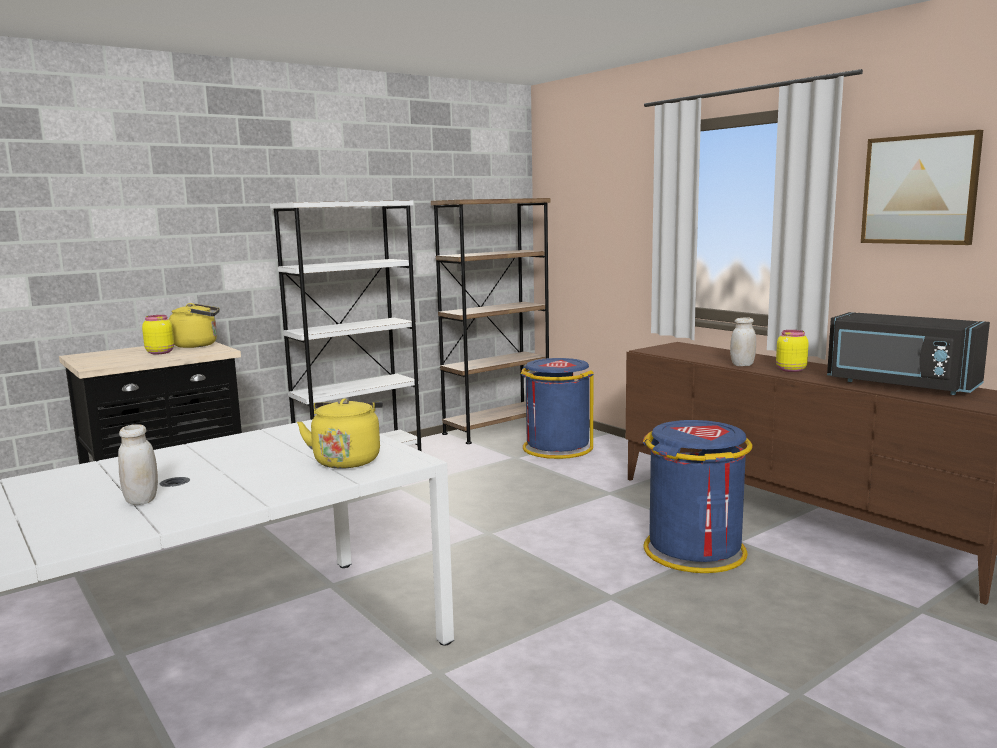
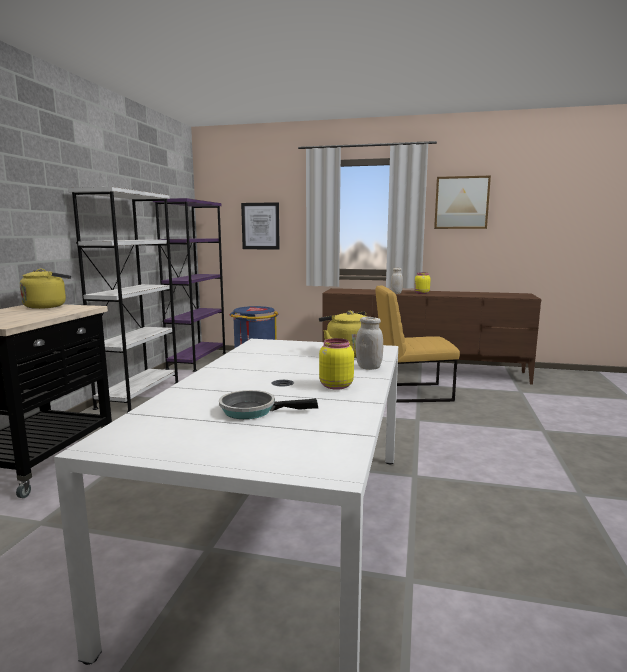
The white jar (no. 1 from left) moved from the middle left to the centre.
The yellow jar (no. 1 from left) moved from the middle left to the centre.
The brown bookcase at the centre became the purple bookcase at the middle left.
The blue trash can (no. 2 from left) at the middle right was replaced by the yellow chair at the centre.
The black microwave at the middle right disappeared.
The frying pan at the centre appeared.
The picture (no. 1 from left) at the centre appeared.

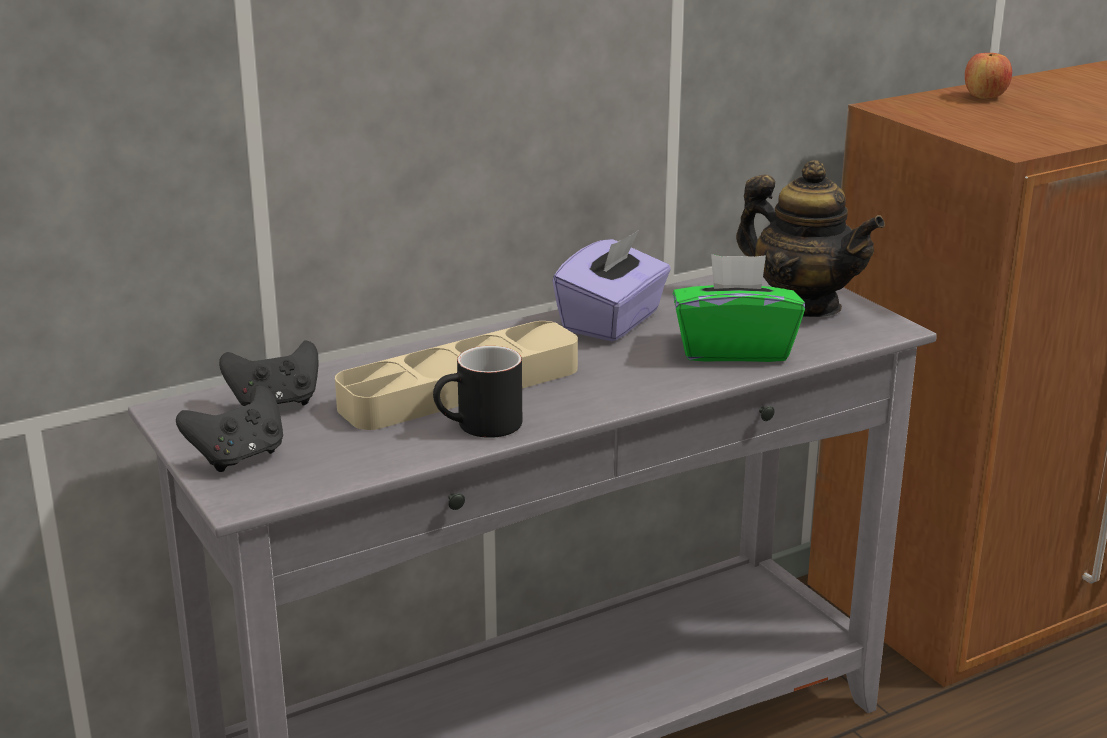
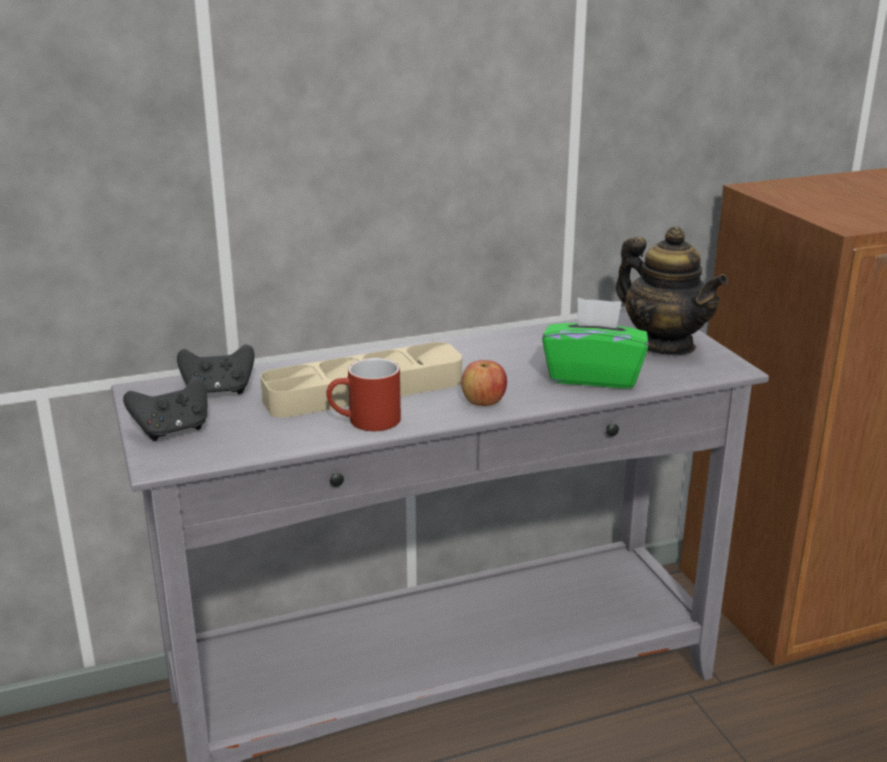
The black mug at the centre became the red mug at the centre.
The purple tissue box at the centre disappeared.
The apple moved from the top right to the centre.

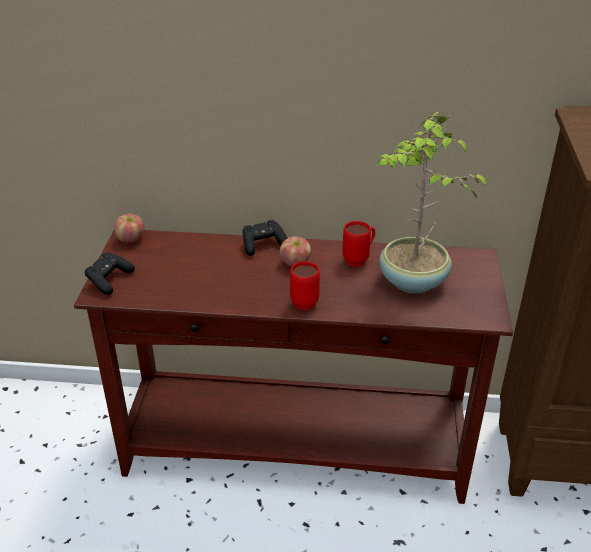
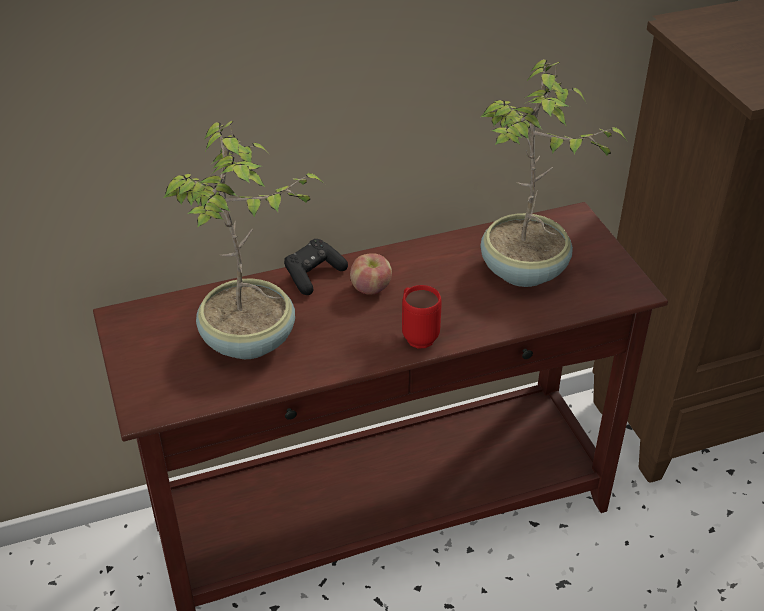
The black game controller (no. 1 from left) at the middle left disappeared.
The apple (no. 1 from left) at the middle left disappeared.
The red mug (no. 2 from left) at the centre disappeared.
The potted plant (no. 1 from left) at the middle left appeared.

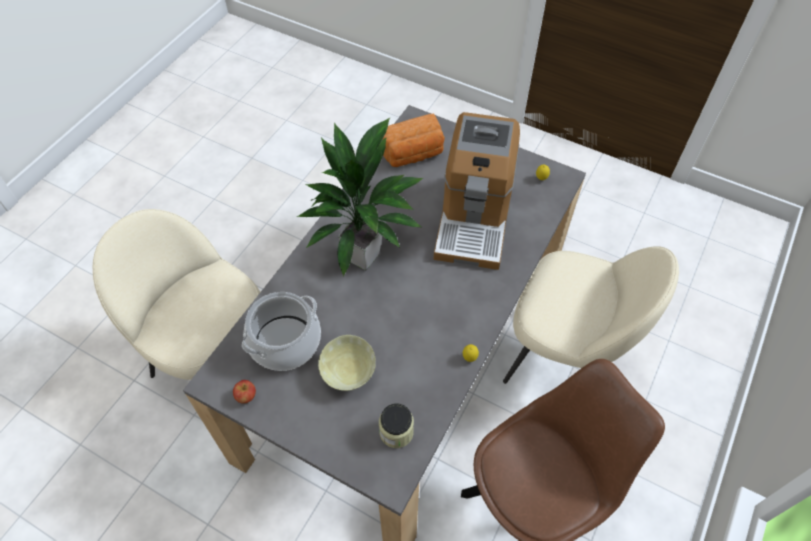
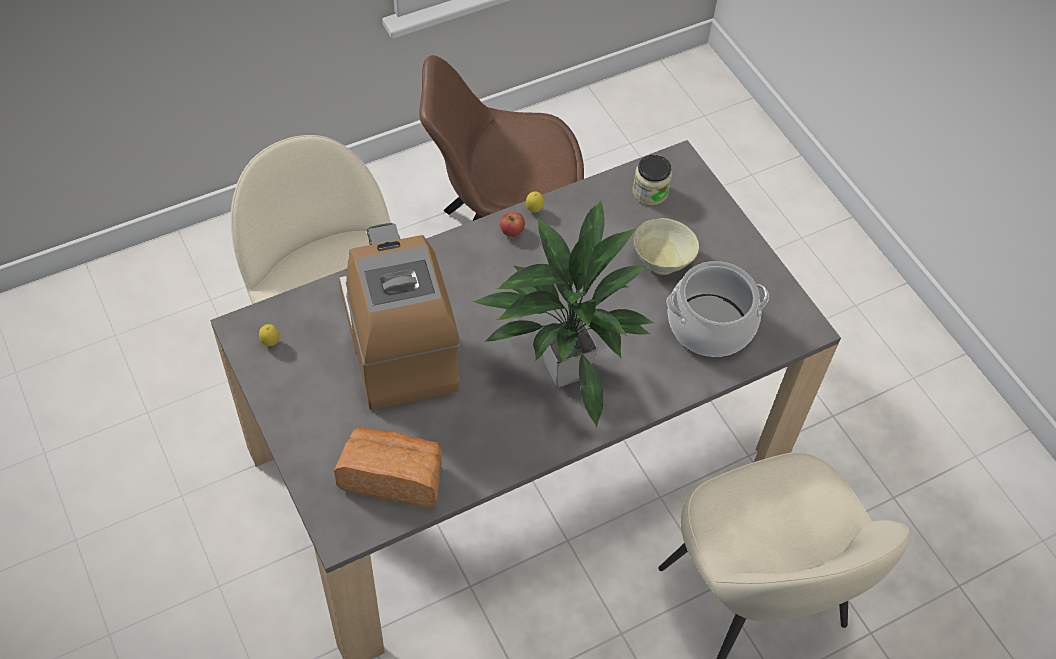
The apple moved from the bottom left to the centre.
The coffee machine at the centre turned 60 degrees counterclockwise.

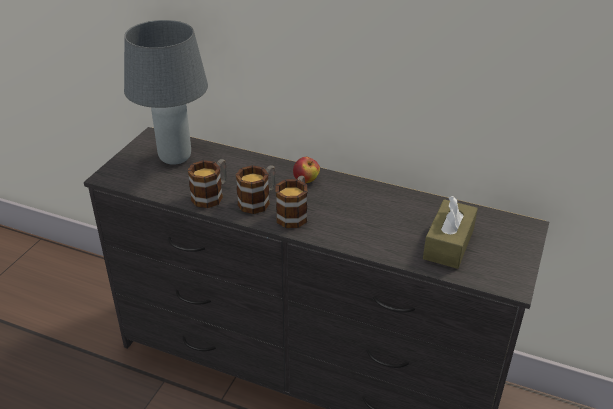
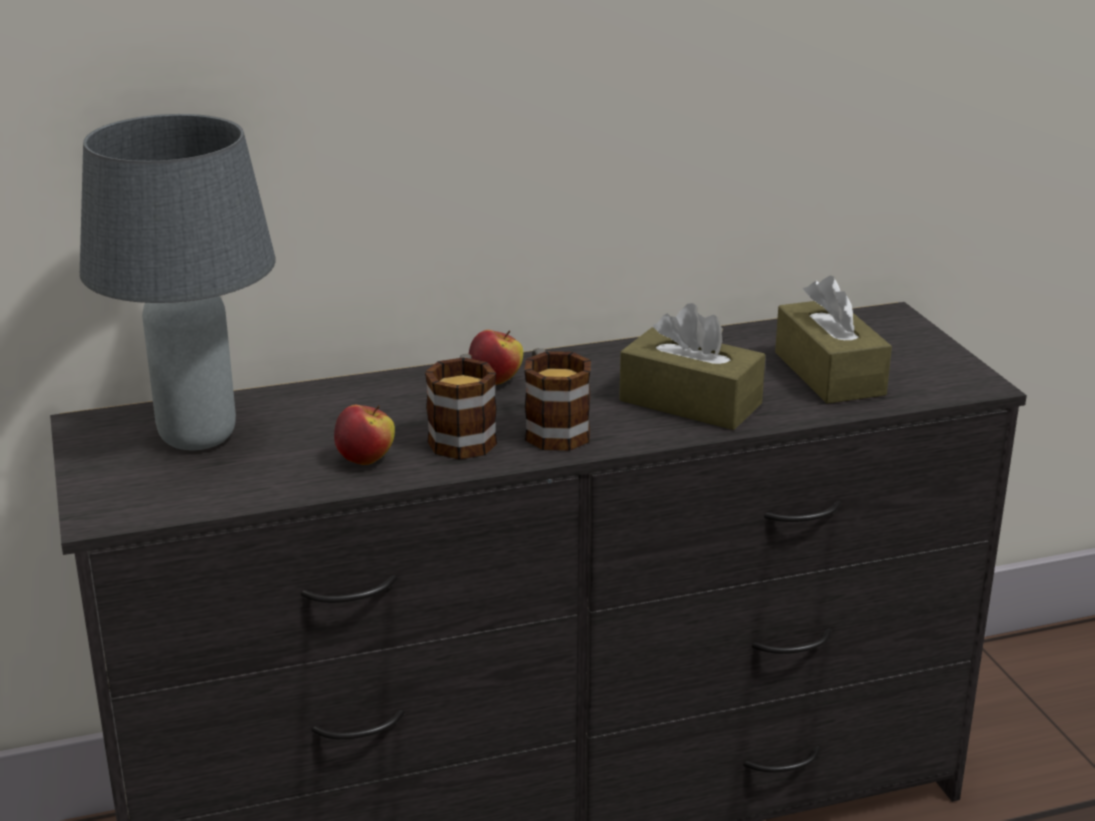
The mug (no. 1 from left) at the centre was replaced by the apple (no. 1 from left) at the middle left.
The brown tissue box (no. 1 from left) at the centre appeared.

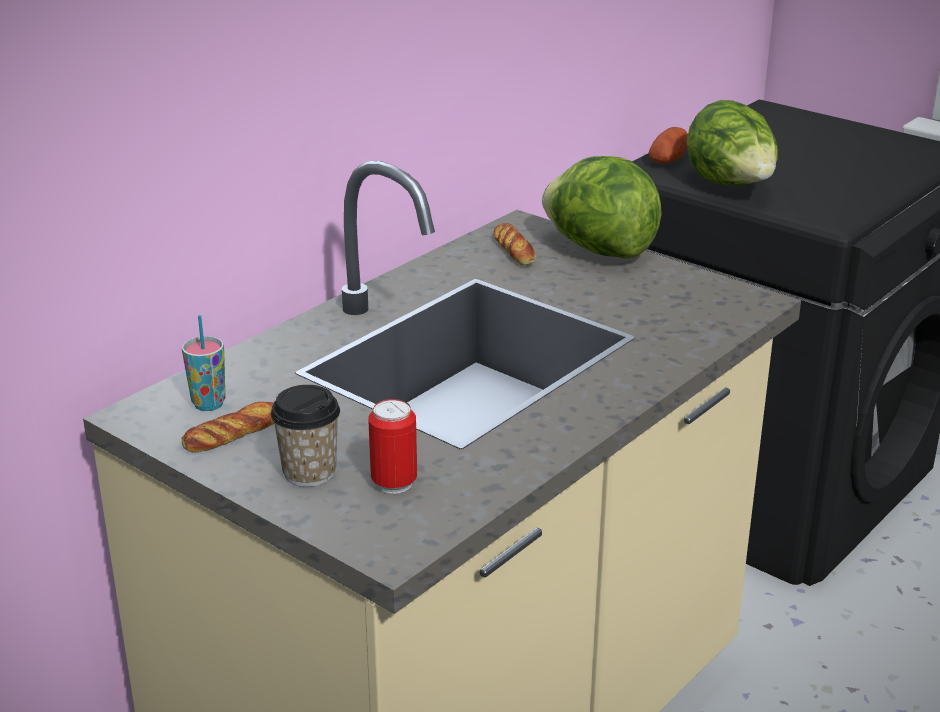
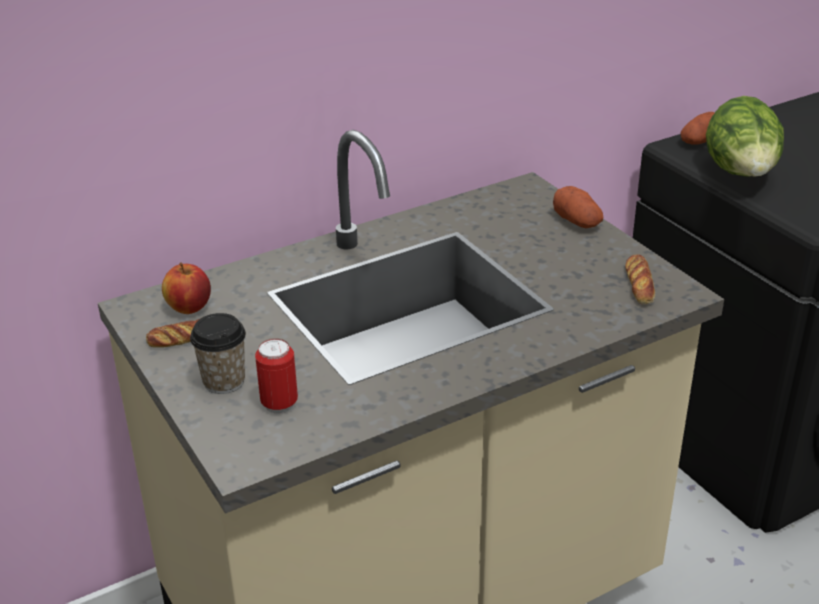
The cup (no. 1 from left) at the middle left was replaced by the apple at the middle left.
The bread (no. 2 from left) moved from the centre to the middle right.
The lettuce (no. 1 from left) at the top centre was replaced by the potato (no. 1 from left) at the middle right.

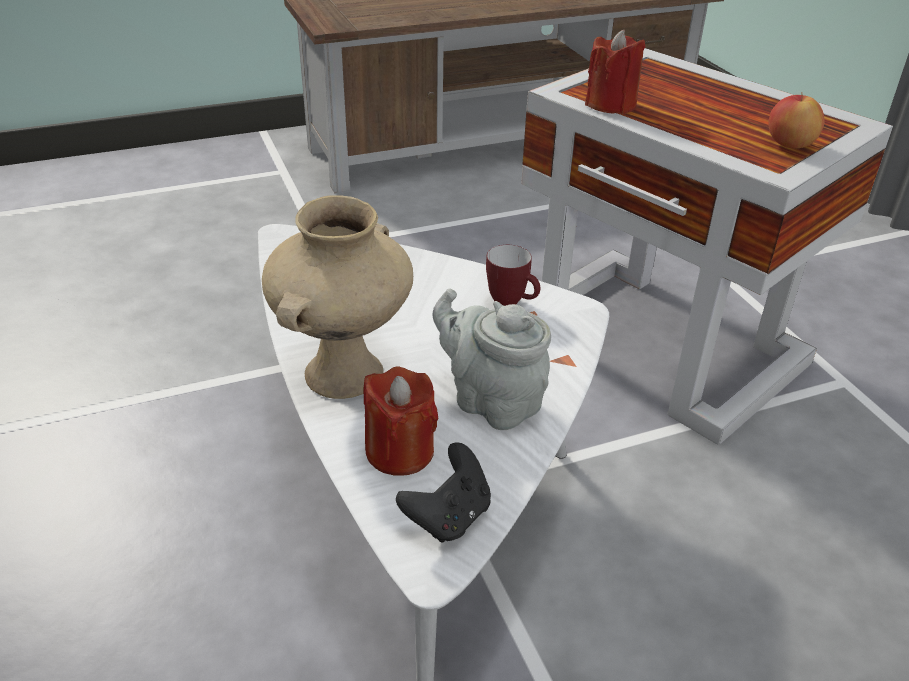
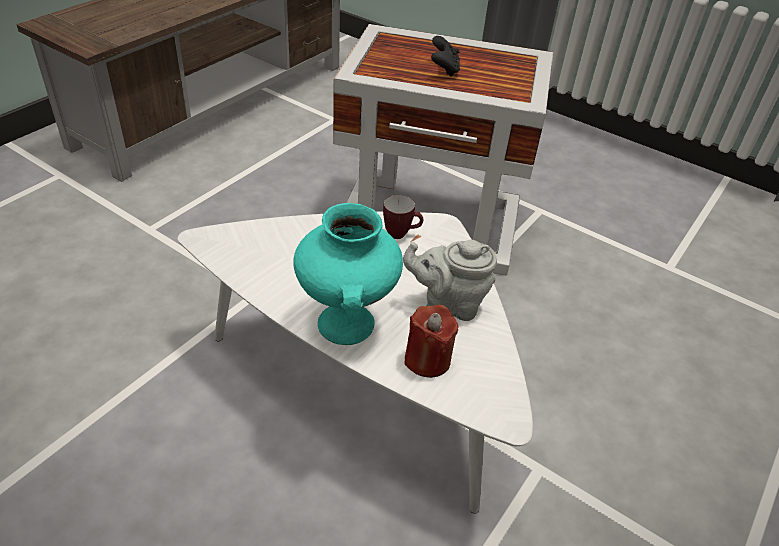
The beige vase at the centre became the turquoise vase at the centre.
The black game controller moved from the bottom centre to the top centre.
The red candle (no. 2 from left) at the top right disappeared.
The apple at the top right disappeared.

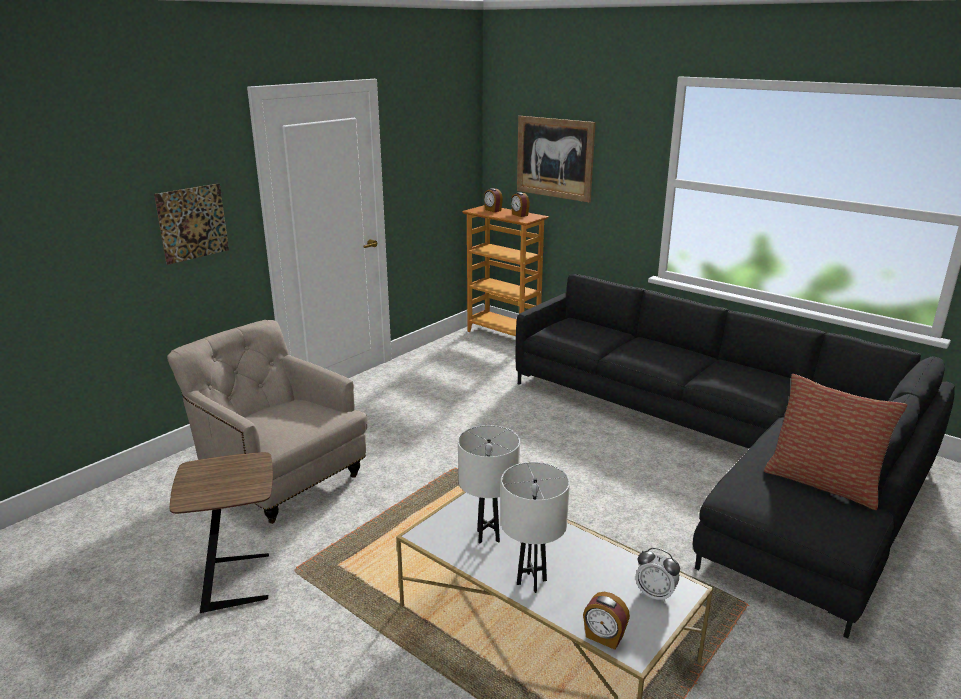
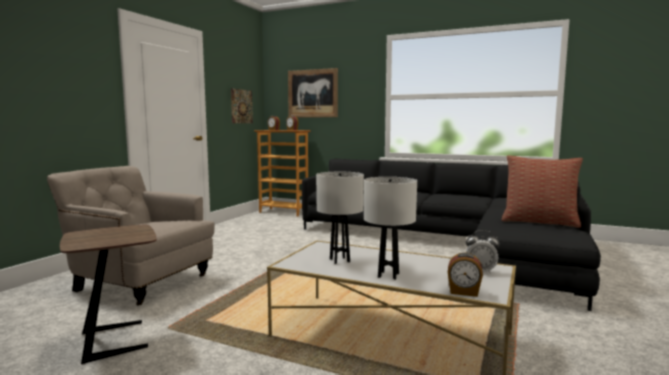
The picture (no. 1 from left) moved from the top left to the top centre.

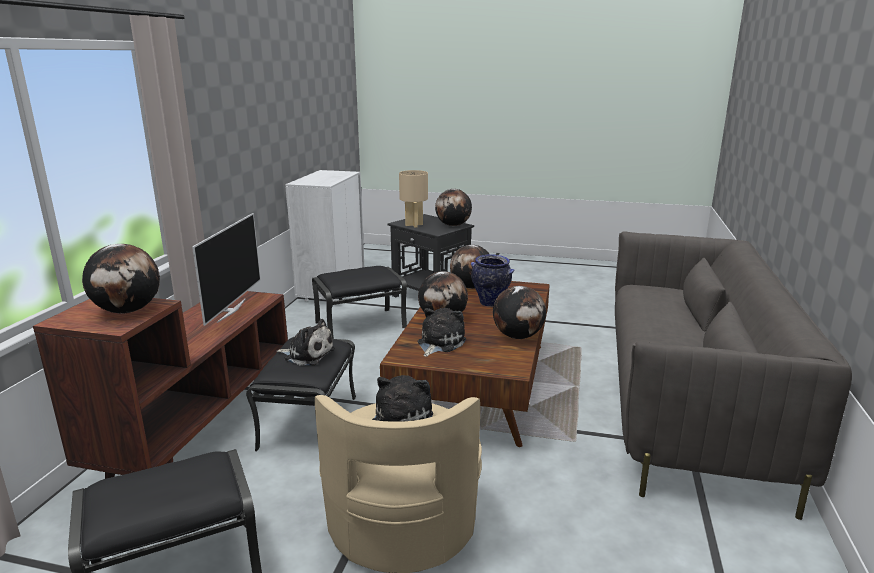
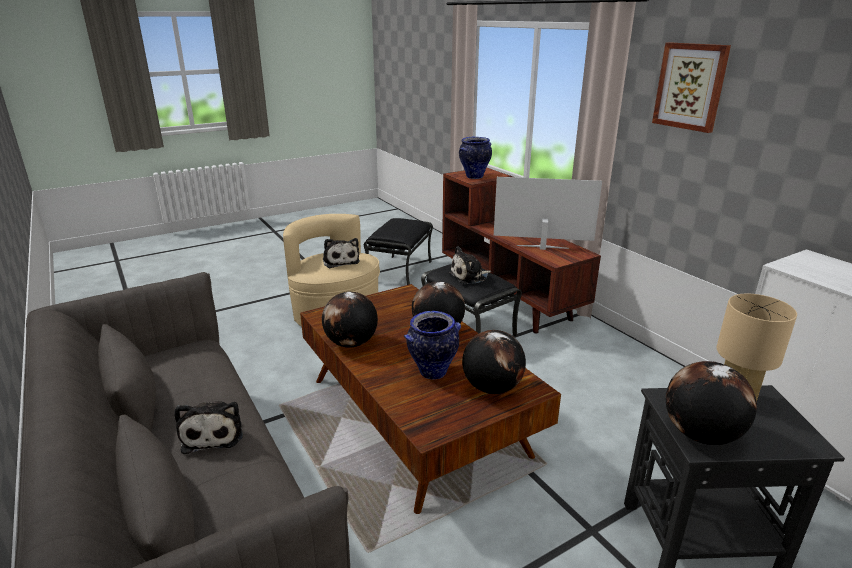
The globe (no. 1 from left) at the middle left was replaced by the vase (no. 2 from left) at the top centre.
The television at the middle left turned 135 degrees clockwise.
The black ottoman (no. 3 from left) at the centre disappeared.
The plush toy (no. 3 from left in the first image) moved from the centre to the bottom left.
The picture at the top right appeared.

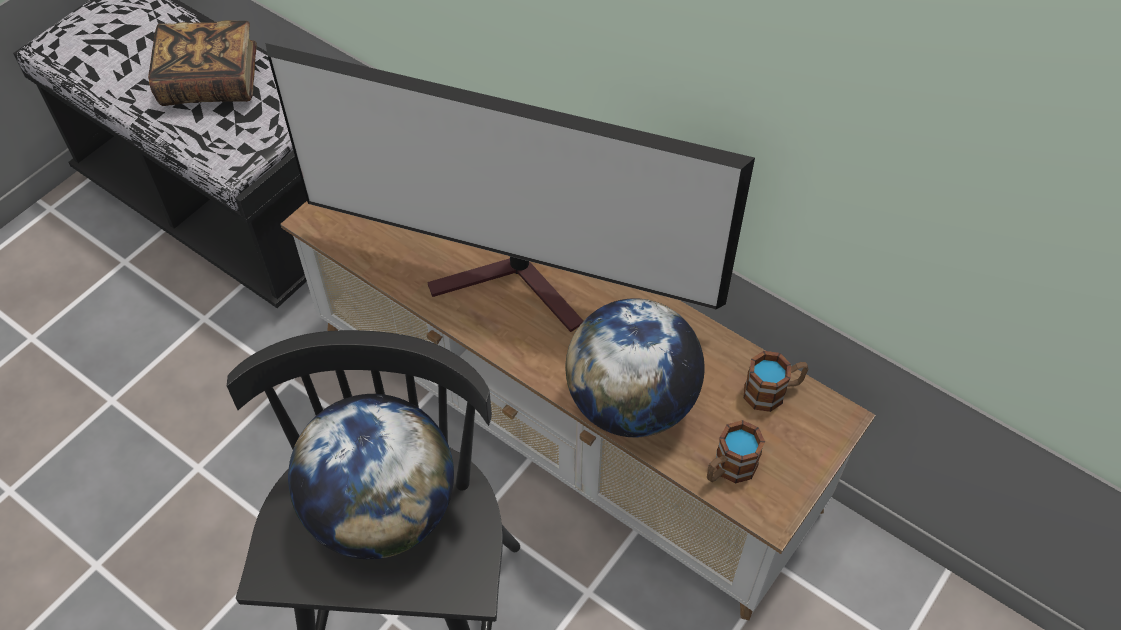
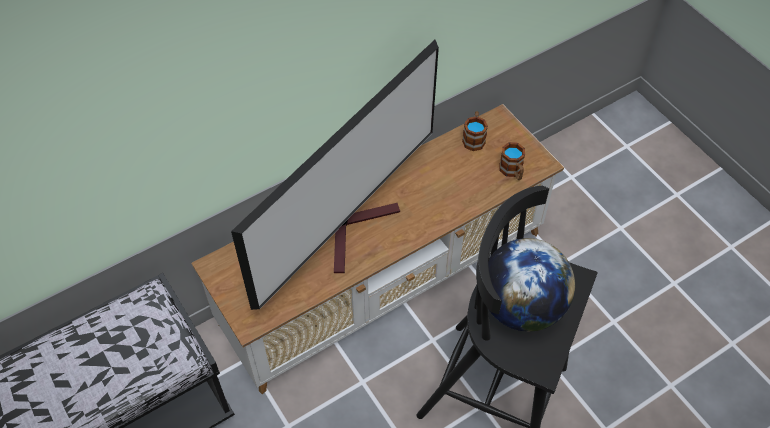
The book at the top left disappeared.
The globe (no. 2 from left) at the centre disappeared.

